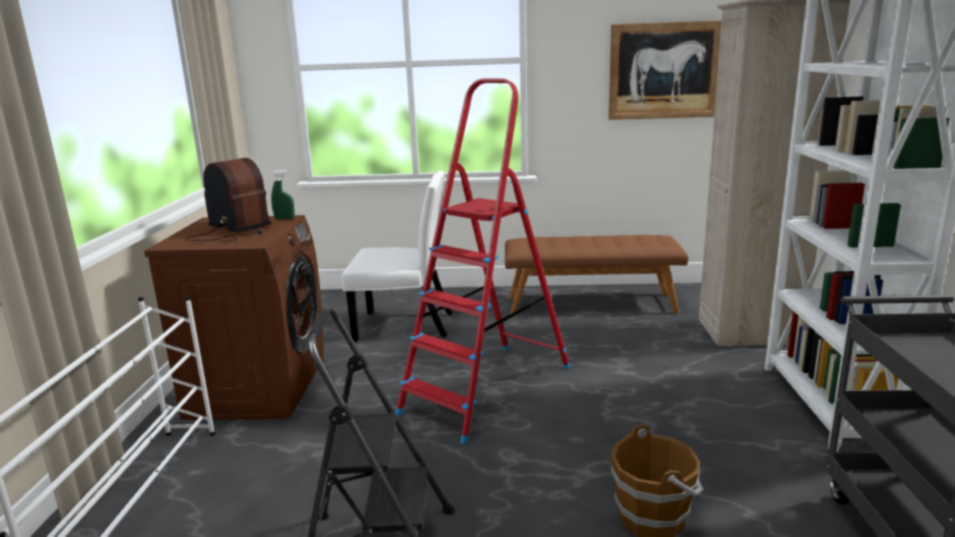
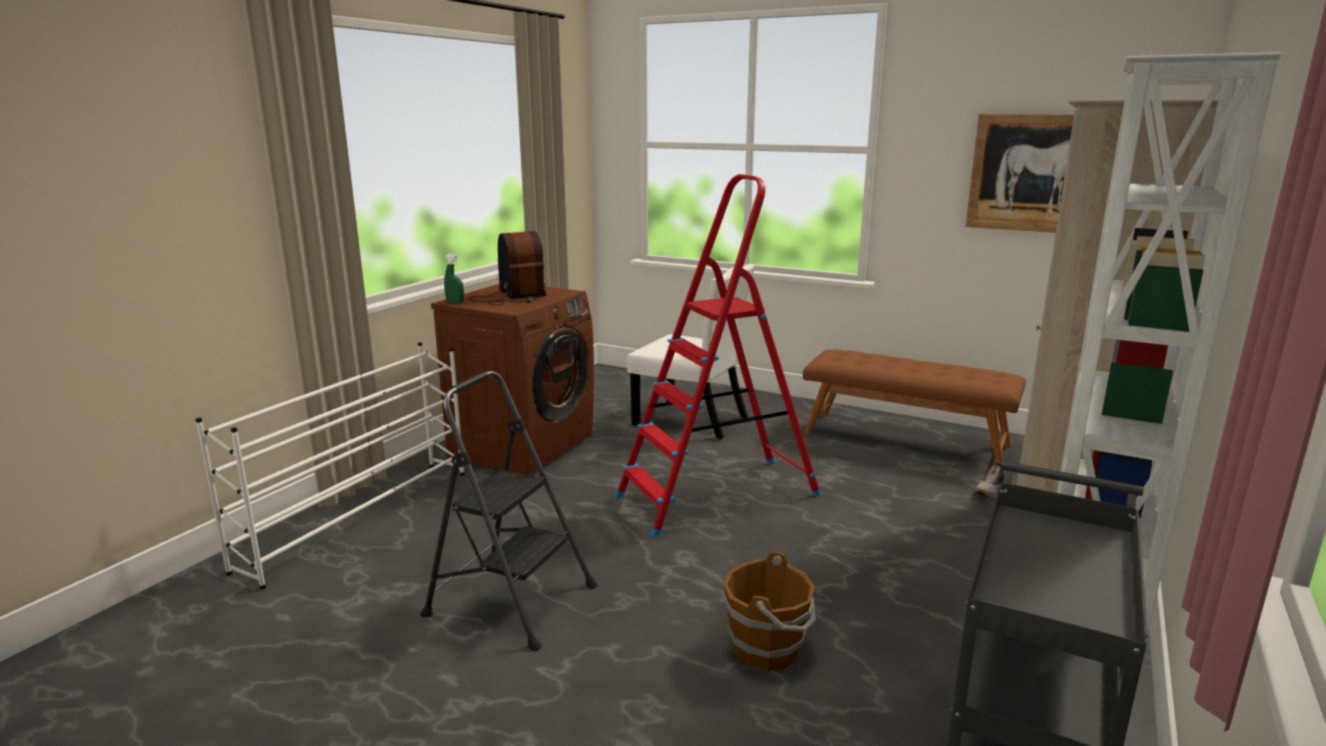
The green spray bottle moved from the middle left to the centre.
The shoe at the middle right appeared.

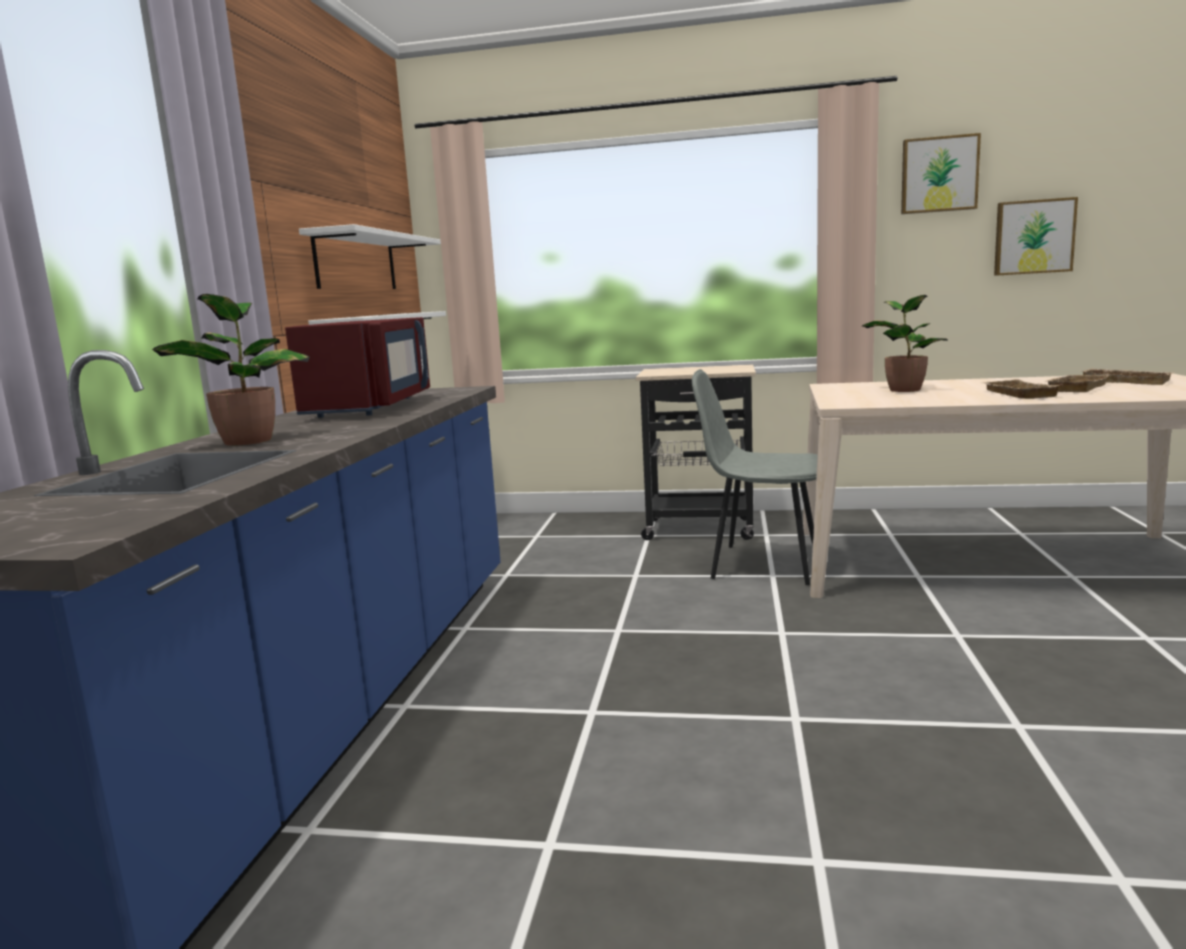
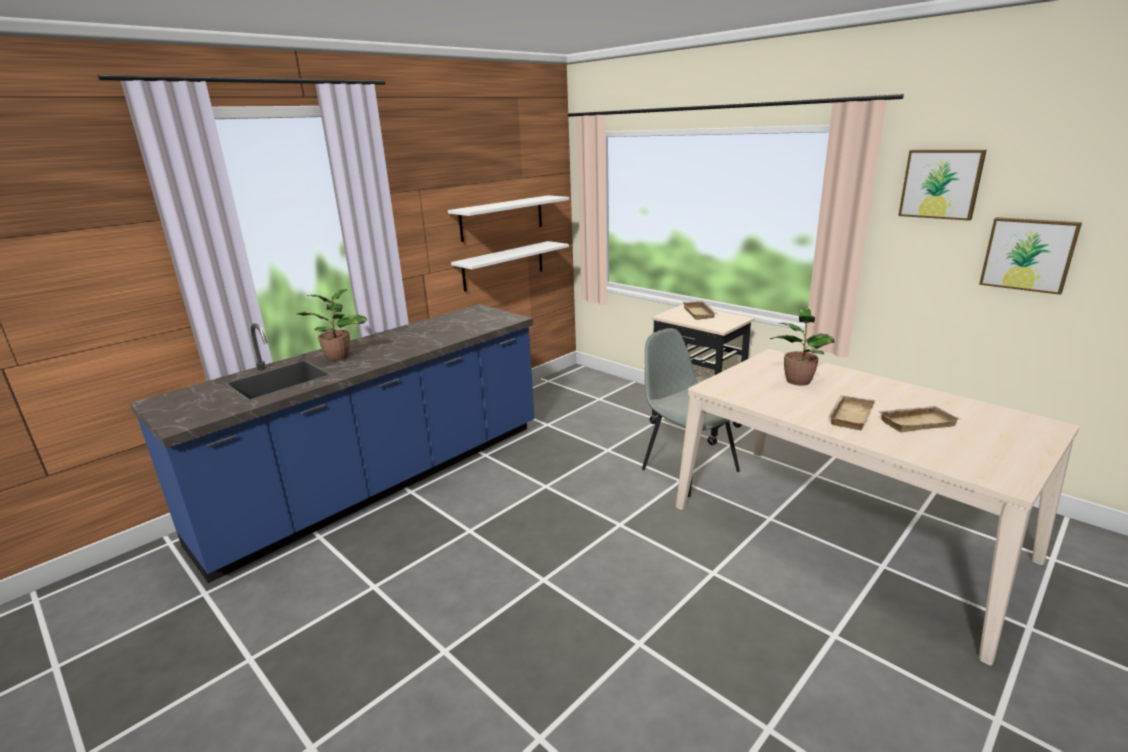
The red microwave at the middle left disappeared.
The beige tray (no. 3 from left in the first image) moved from the middle right to the centre.

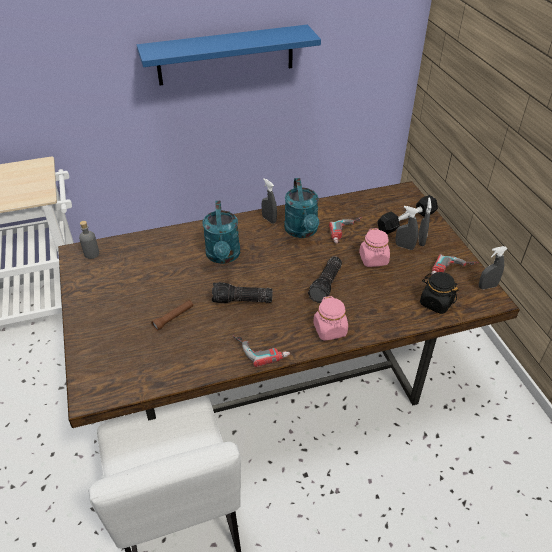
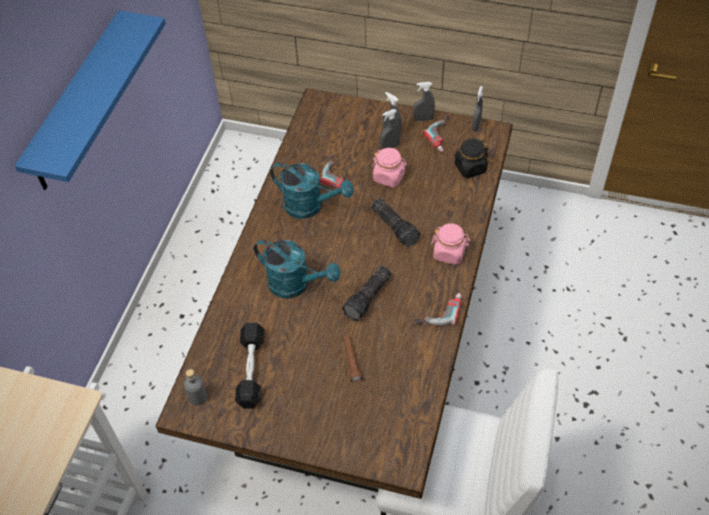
The grey spray bottle (no. 1 from left in the first image) moved from the centre to the top centre.
The black dumbbell moved from the middle right to the bottom centre.

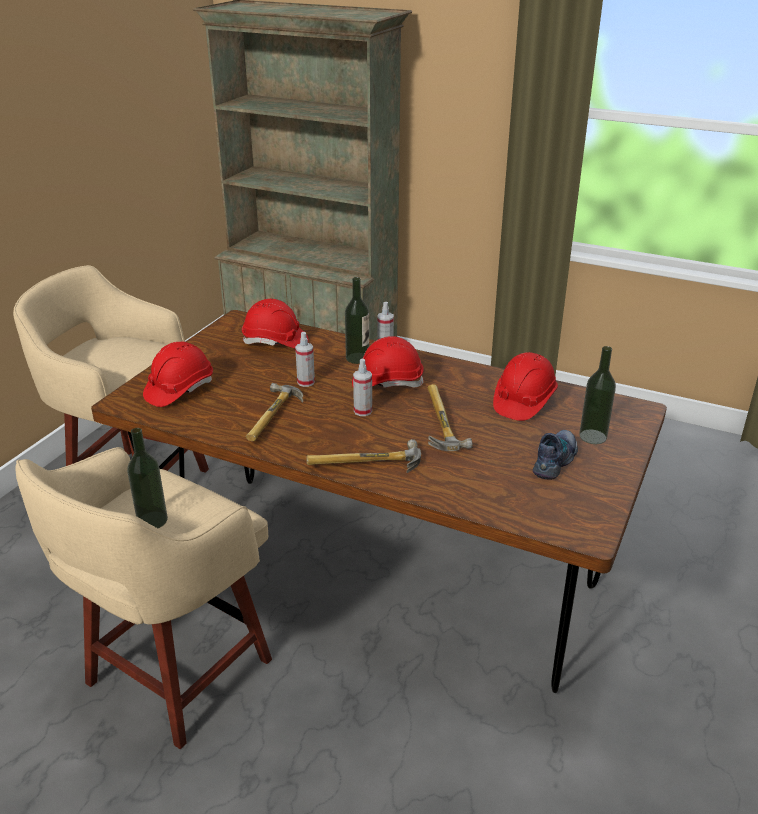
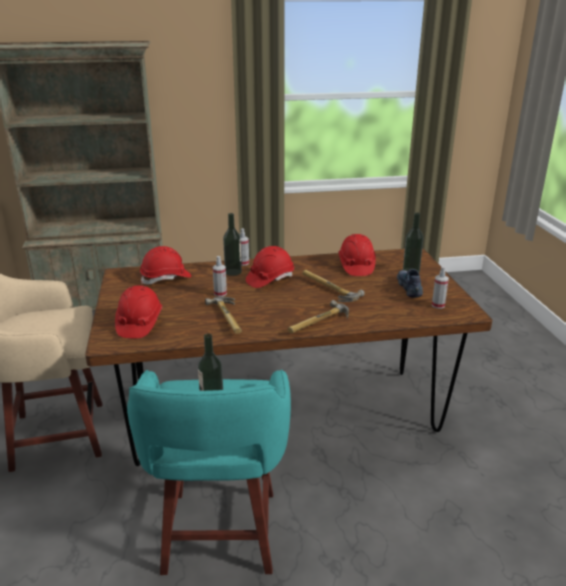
The beige stool (no. 2 from left) at the bottom left became the turquoise stool at the bottom centre.
The spray bottle (no. 2 from left in the first image) moved from the centre to the middle right.

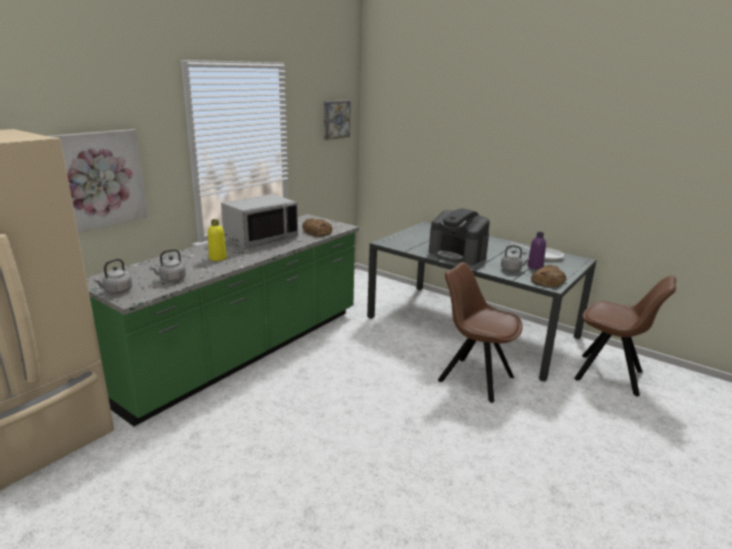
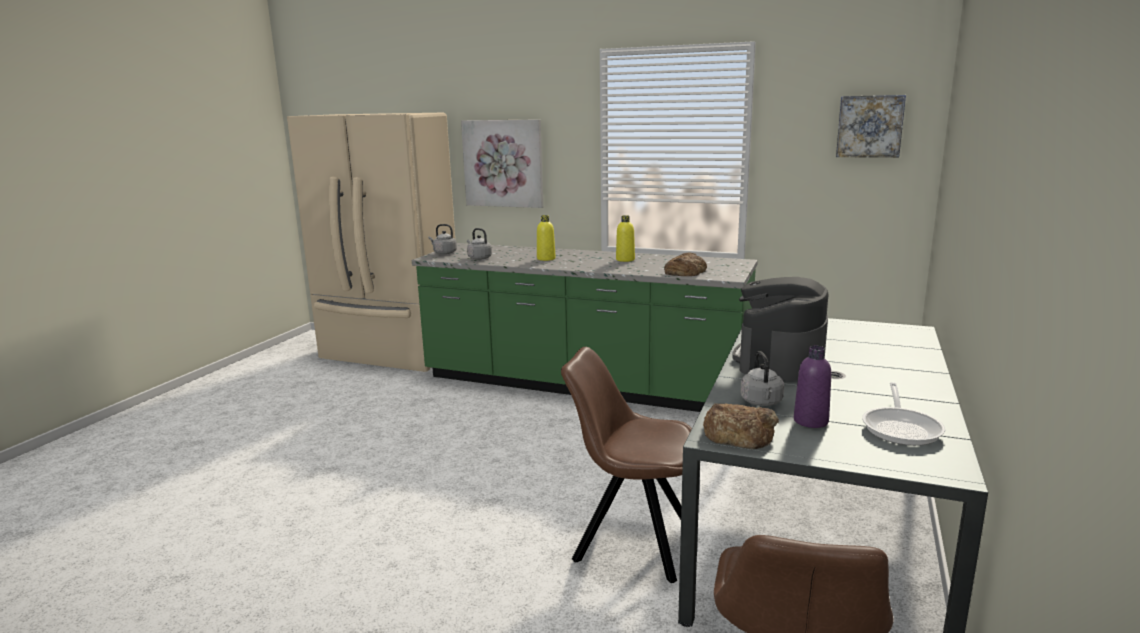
The grey microwave at the centre was replaced by the yellow bottle (no. 2 from left) at the centre.
The brown chair (no. 1 from left) at the centre turned 90 degrees counterclockwise.

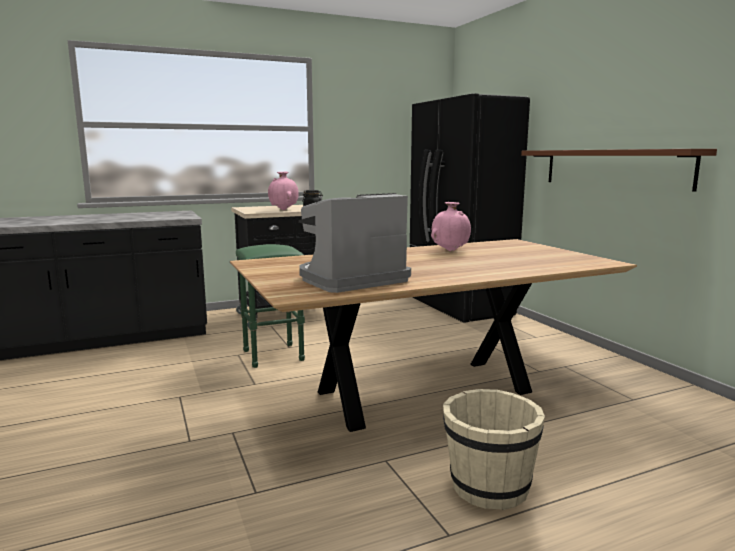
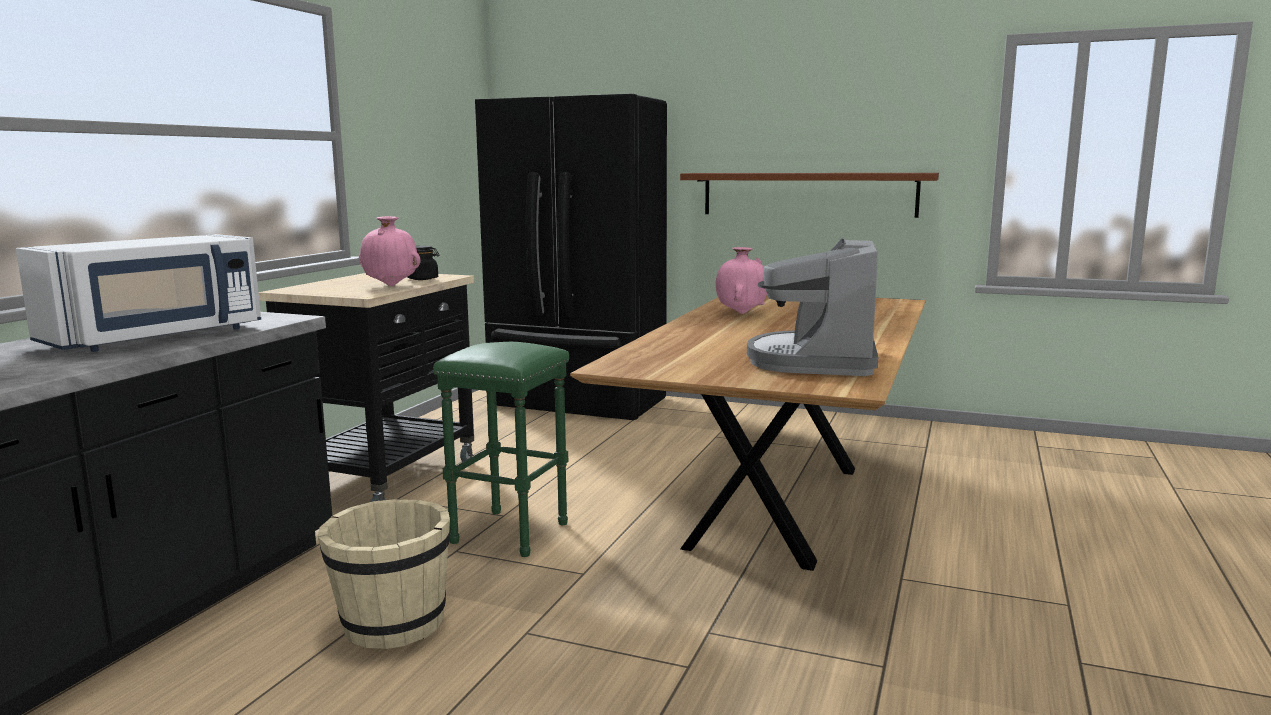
The beige bucket moved from the bottom right to the bottom left.
The white microwave at the middle left appeared.

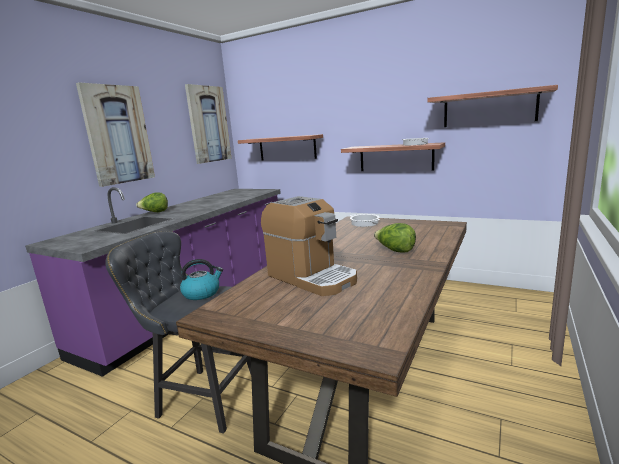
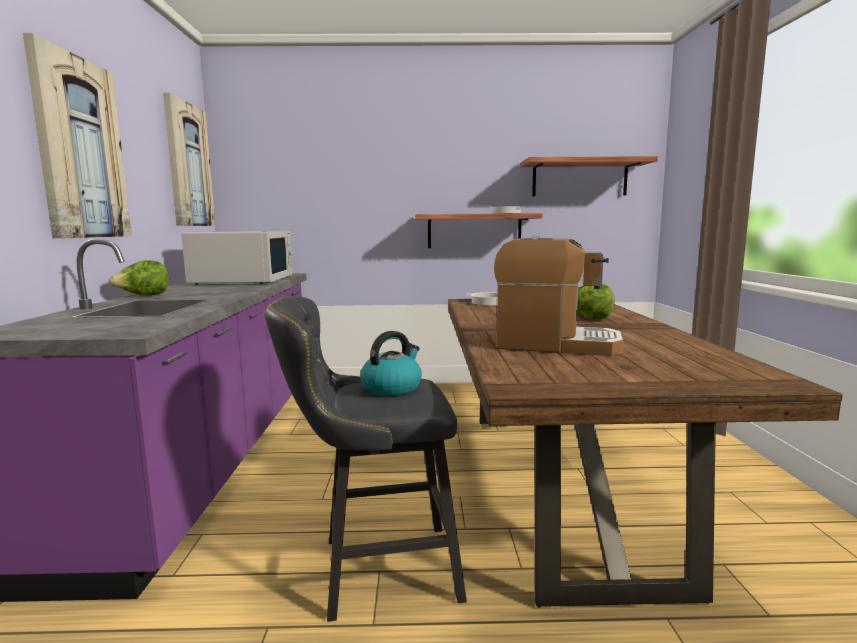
The shelf (no. 1 from left) at the top centre disappeared.
The white microwave at the middle left appeared.

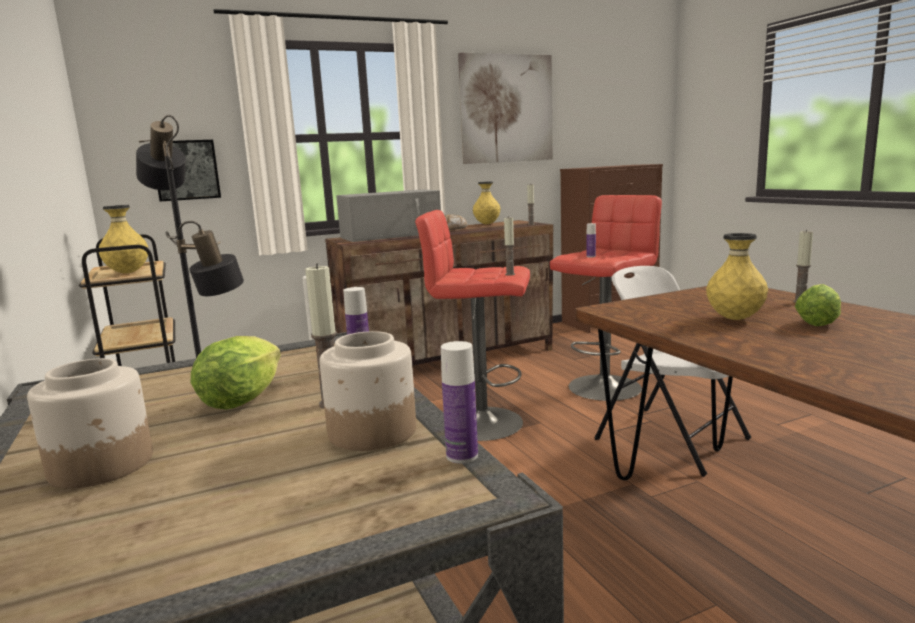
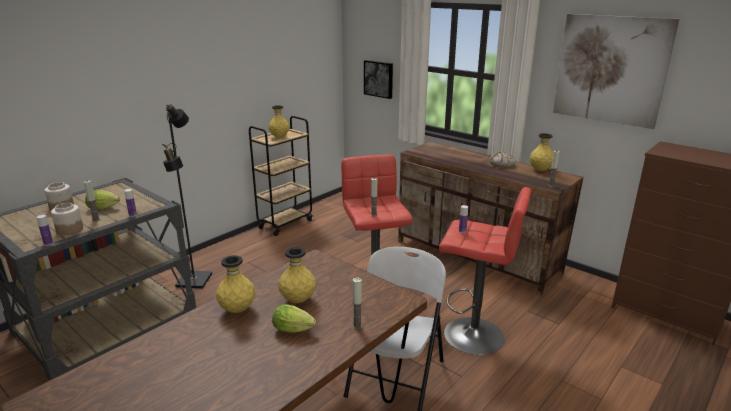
The grey microwave at the centre disappeared.
The yellow vase (no. 1 from left) at the bottom left appeared.

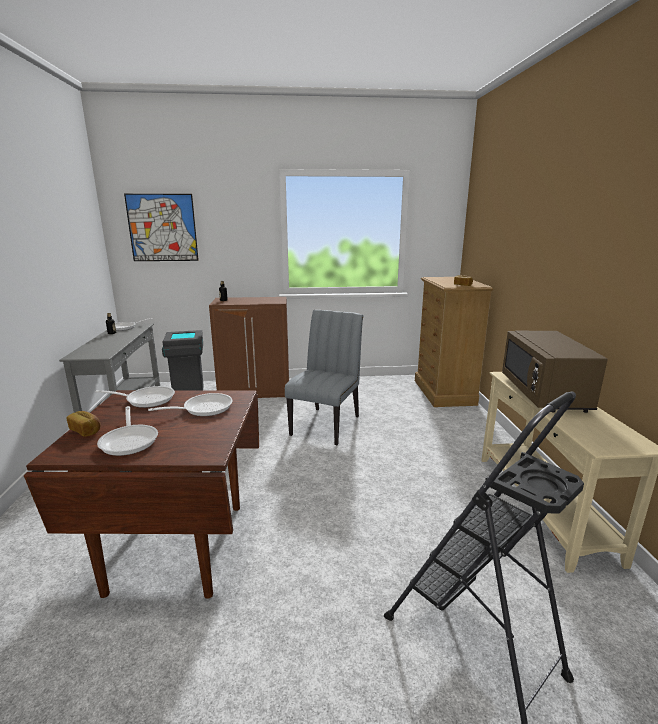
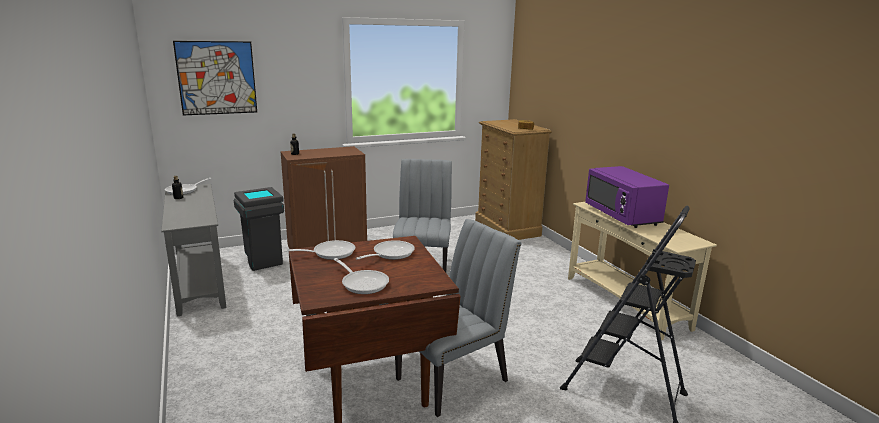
The bread (no. 1 from left) at the middle left disappeared.
The brown microwave at the middle right became the purple microwave at the middle right.
The grey chair (no. 2 from left) at the bottom centre appeared.

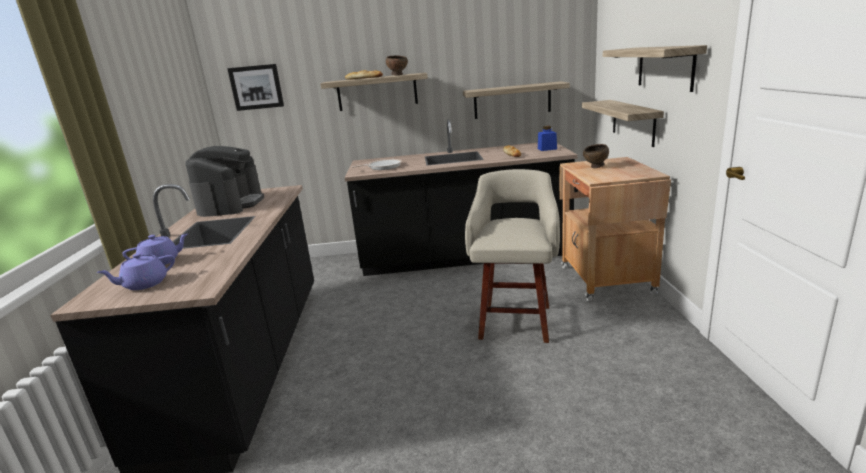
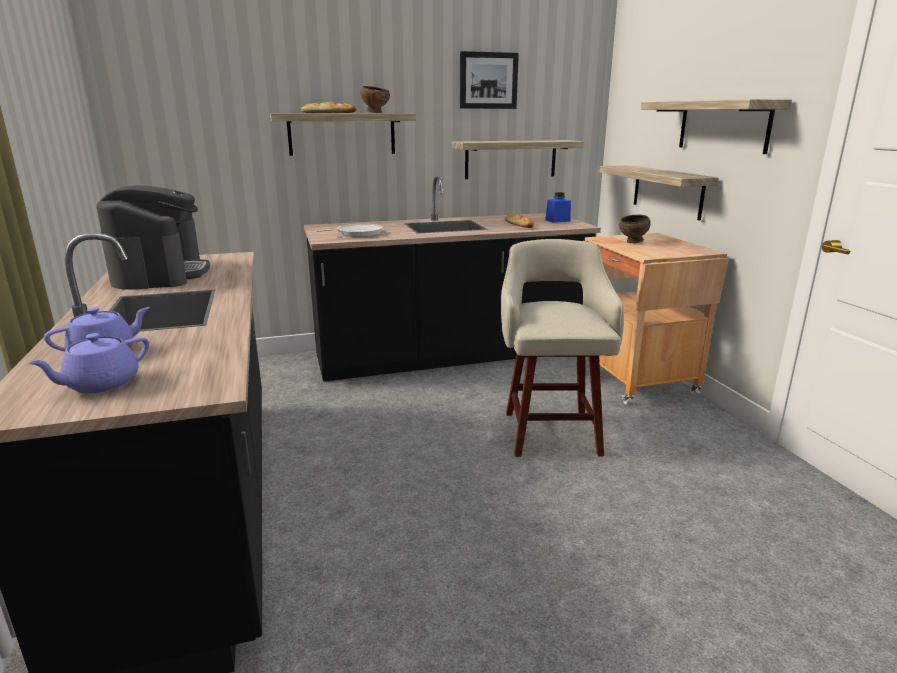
The picture moved from the top left to the top centre.

